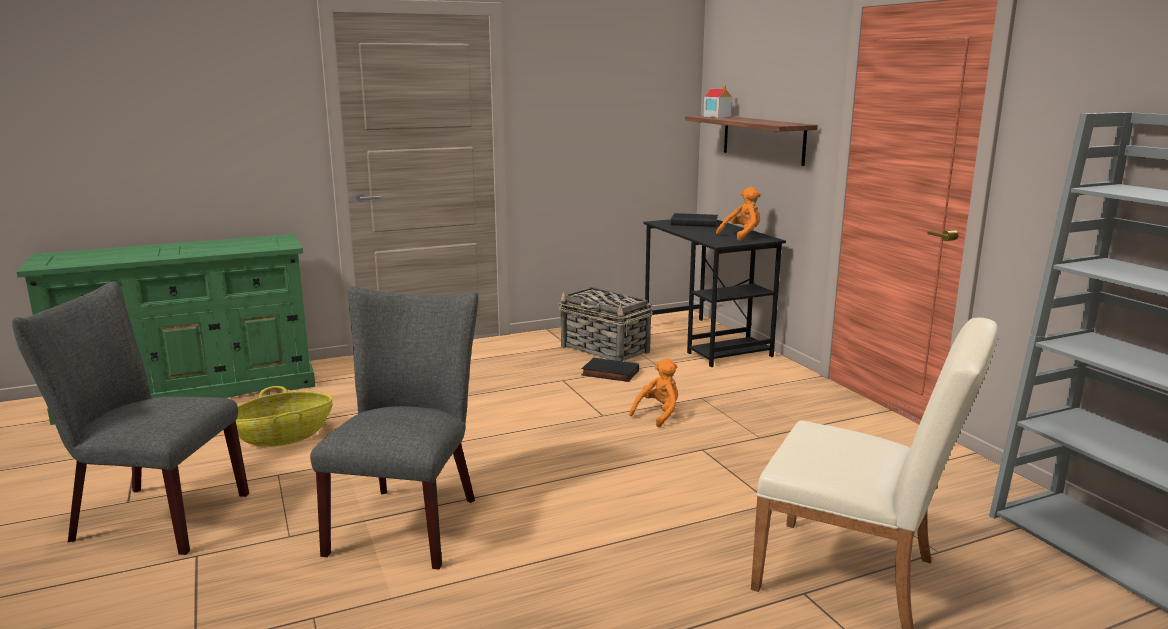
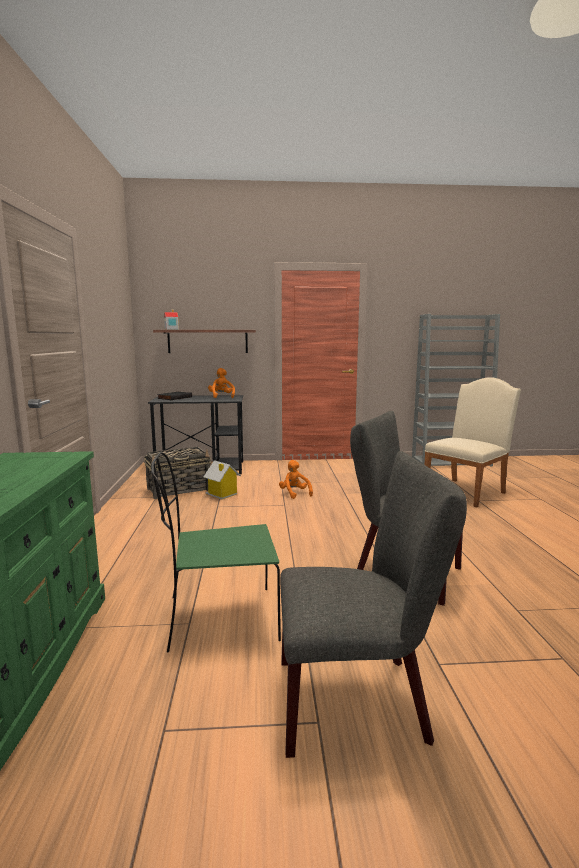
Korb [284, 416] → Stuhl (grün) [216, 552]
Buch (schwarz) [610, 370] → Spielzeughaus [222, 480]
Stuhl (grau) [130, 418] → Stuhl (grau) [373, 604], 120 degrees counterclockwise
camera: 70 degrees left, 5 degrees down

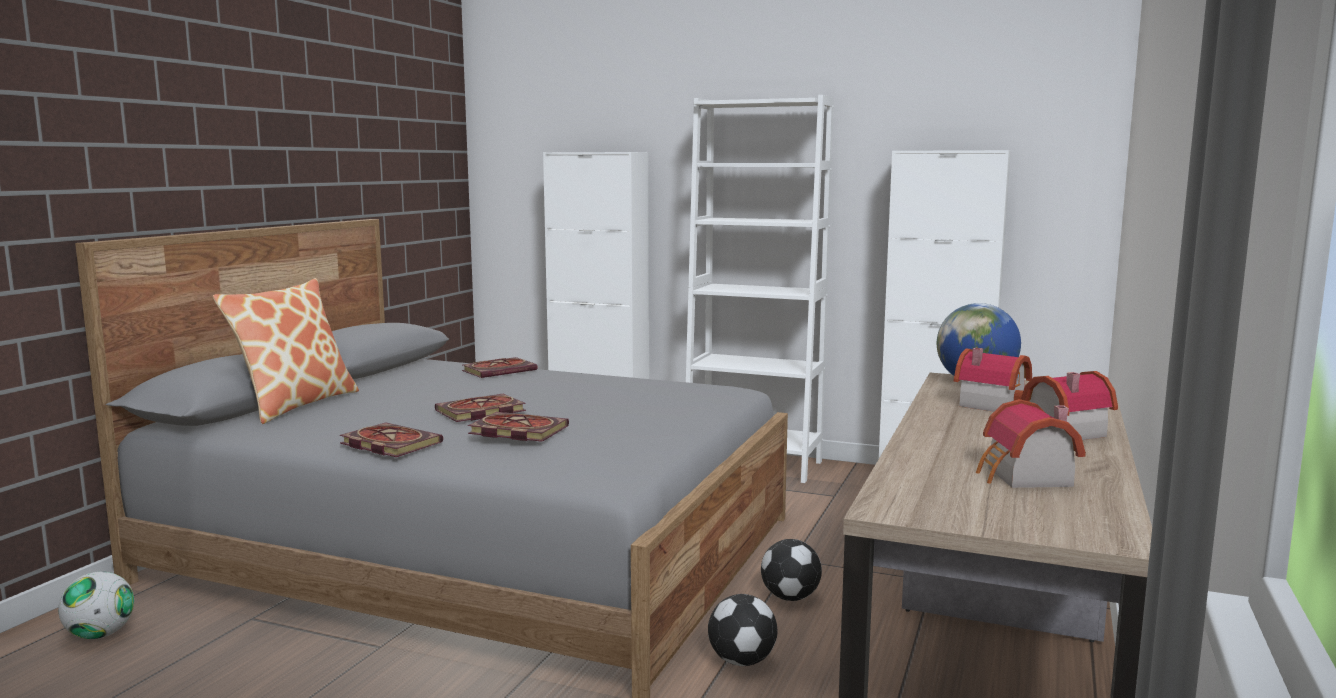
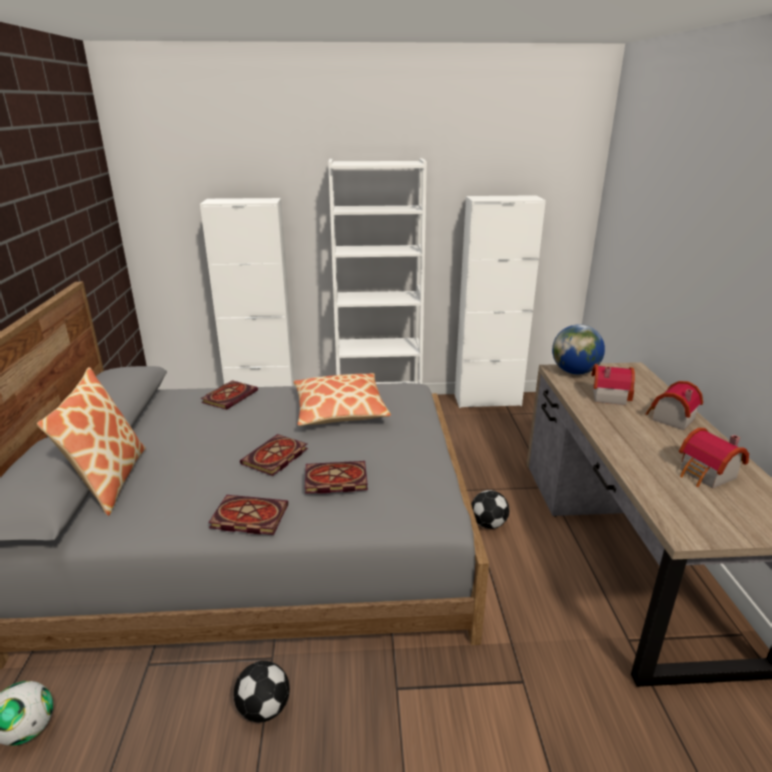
Fußball [742, 630] → Fußball [262, 692], shifted
- → Kissen [342, 399]
camera: 25 degrees left, 15 degrees up

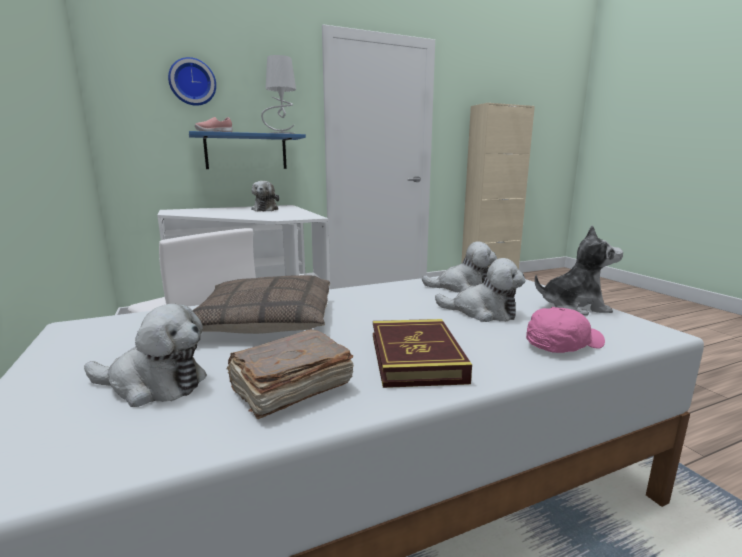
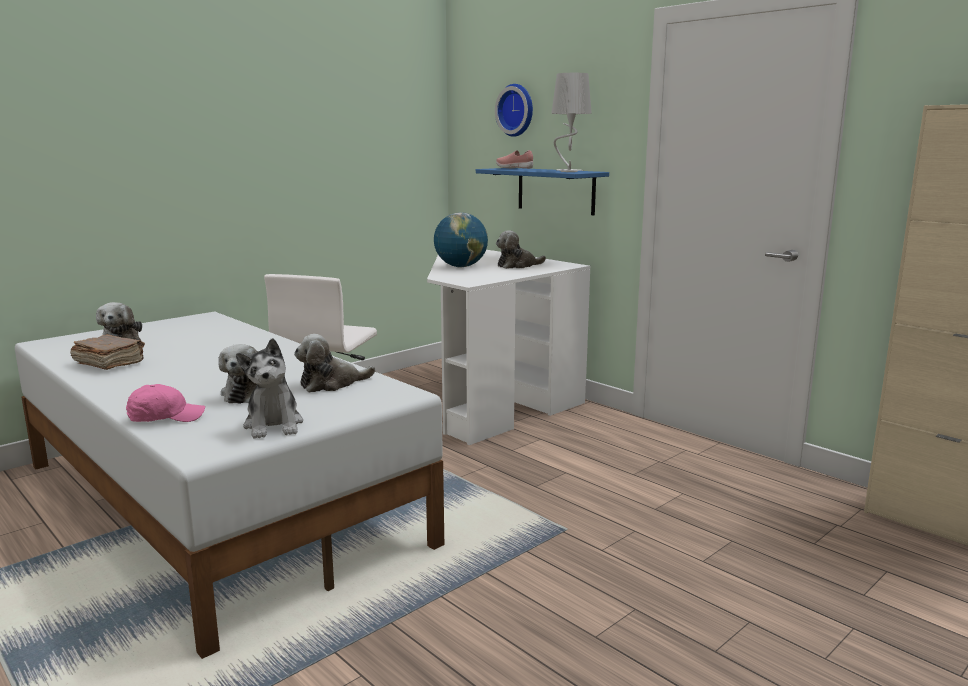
Kappe (rosa) [565, 330] → Kappe (rosa) [165, 403], 60 degrees counterclockwise
Plüschtier [459, 267] → Plüschtier [334, 363], 75 degrees clockwise
- → Globus [461, 240]
Kissen [261, 304] → -
Buch [422, 353] → -
camera: 70 degrees right, 0 degrees up

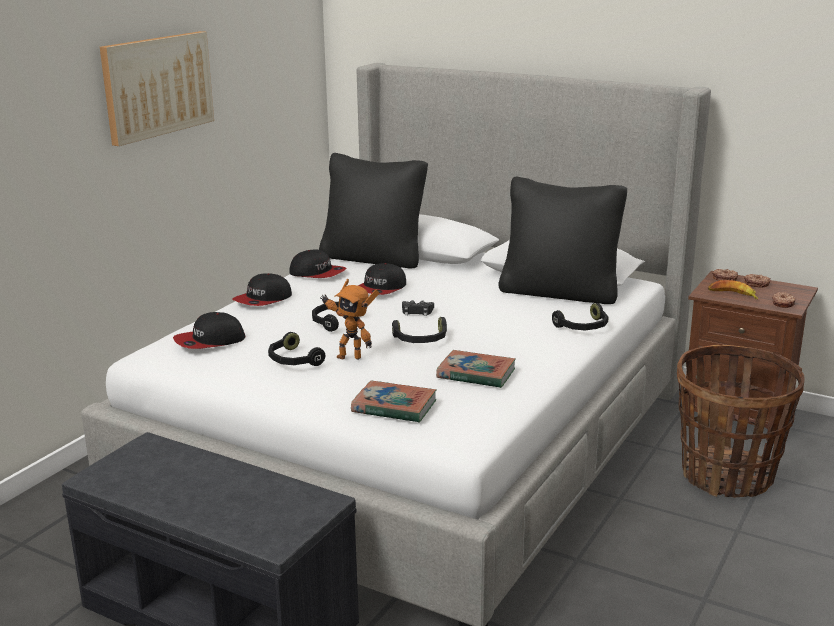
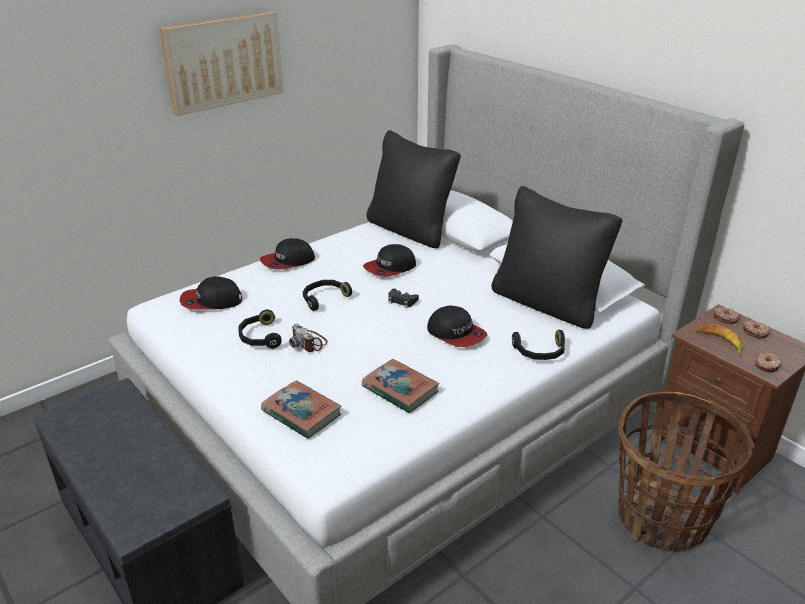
Spielzeugroboter [350, 319] → Kamera [308, 337]
Kappe [318, 263] → Kappe [457, 326], shifted
Kopfhörer (schwarz) [419, 330] → -
camera: 20 degrees right, 10 degrees up

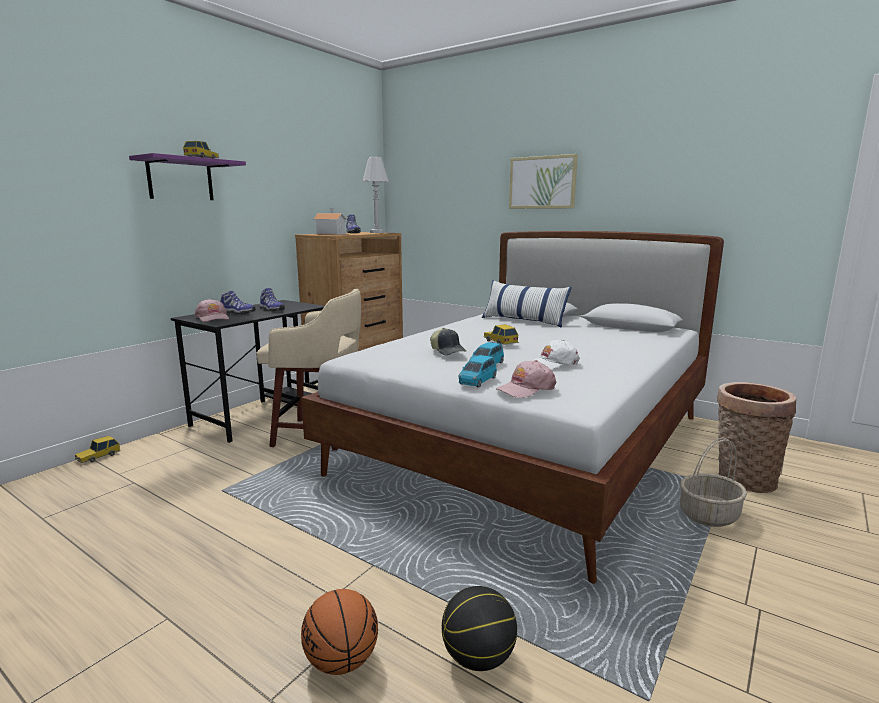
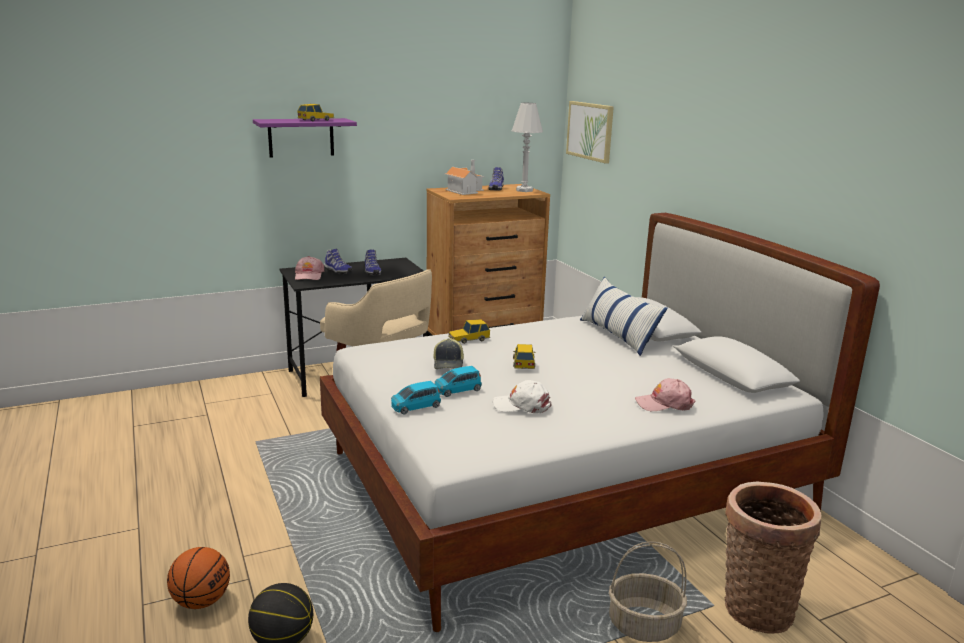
Spielzeugauto [98, 449] → Spielzeugauto [469, 331], shifted
Bild [543, 181] → Bild [590, 132], shifted
Kappe (rosa) [526, 379] → Kappe (rosa) [665, 394], shifted
camera: 30 degrees right, 5 degrees up

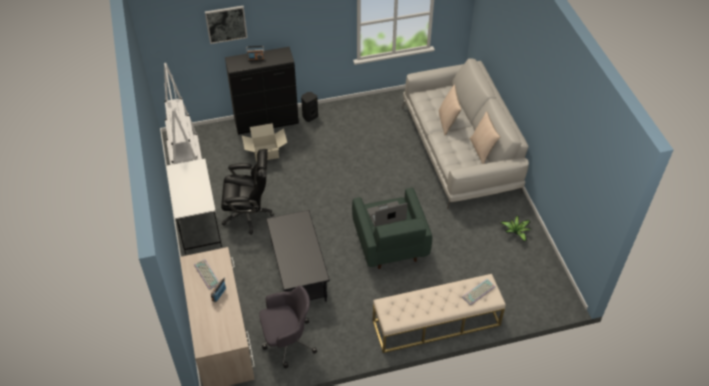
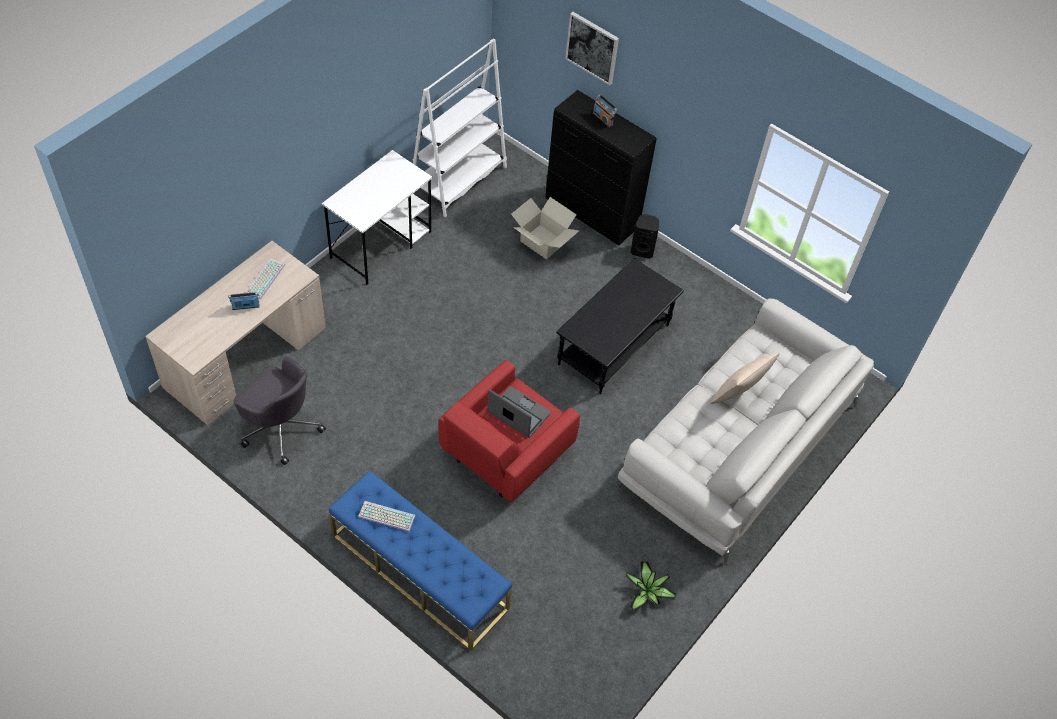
Bank (beige) [439, 313] → Bank (blau) [420, 561]
Tastatur [478, 292] → Tastatur [386, 516], shifted
Sessel (grün) [392, 228] → Sessel (rot) [509, 430]
Couchtisch (schwarz) [298, 256] → Couchtisch (schwarz) [620, 326], shifted
Bürostuhl (schwarz) [247, 192] → -
Kissen (beige) [485, 137] → -
camera: 50 degrees right, 5 degrees up

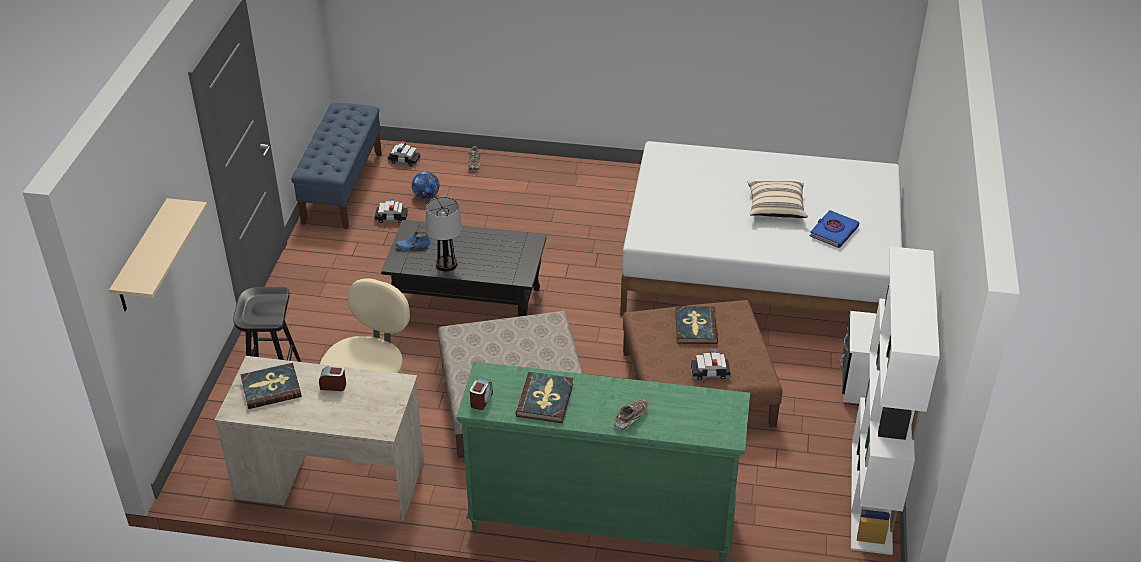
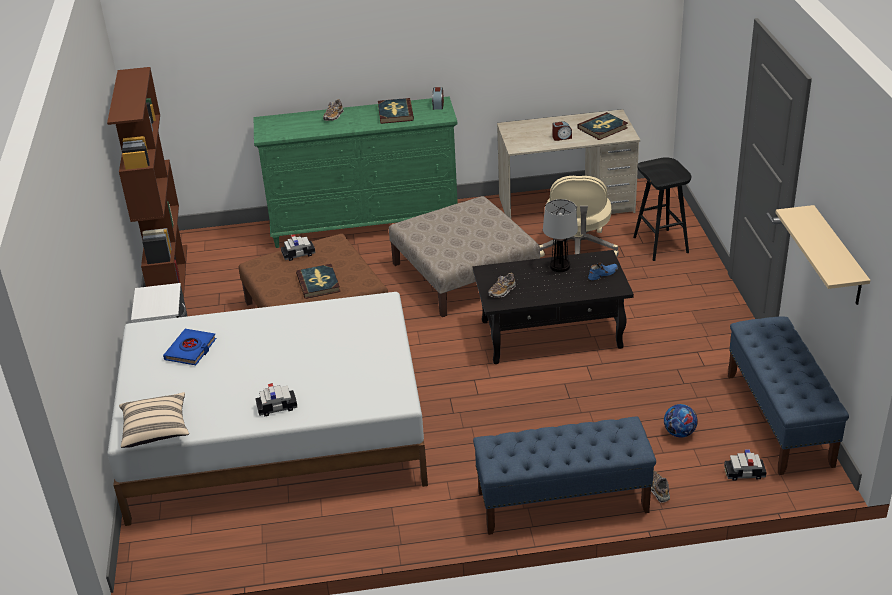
Bücherregal (weiß) [895, 400] → Bücherregal (braun) [147, 182]
Kissen (beige) [778, 199] → Kissen (beige) [154, 420], shifted
Spielzeugauto [391, 210] → Spielzeugauto [276, 400], shifted
- → Bank (blau) [564, 476]
- → Schuh [502, 285]
Wandregal (beige) [158, 254] → Wandregal (beige) [822, 255], shifted
camera: 165 degrees right, 5 degrees down

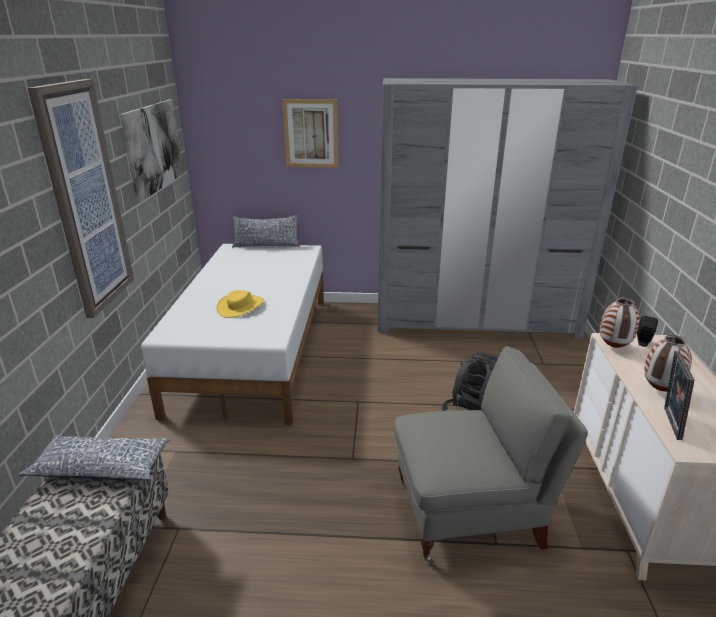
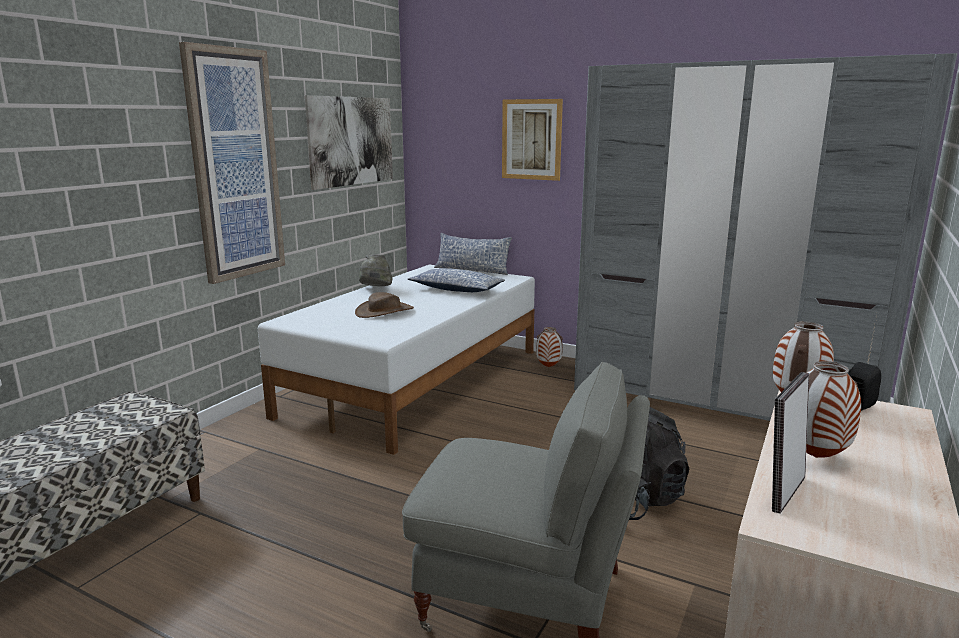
Hut (gelb) [240, 304] → Hut (braun) [384, 305]
- → Hut (grau) [375, 270]
Kissen [95, 457] → Kissen [456, 280], shifted
- → Vase [549, 347]
camera: 25 degrees right, 10 degrees down

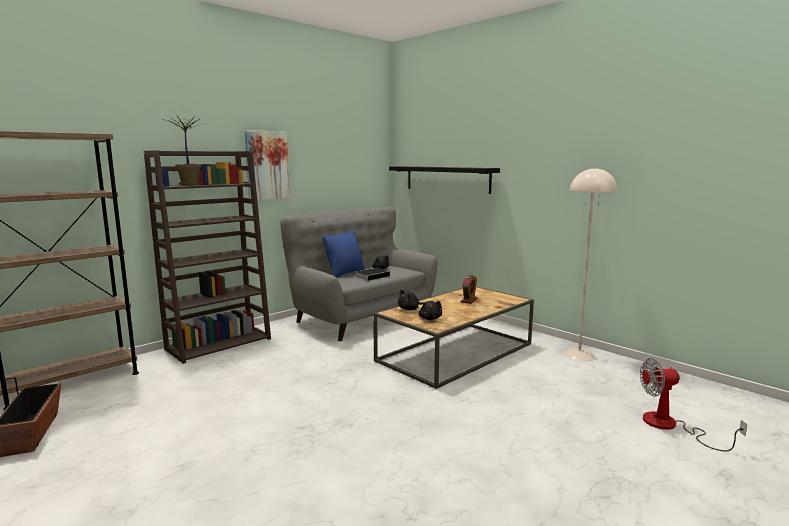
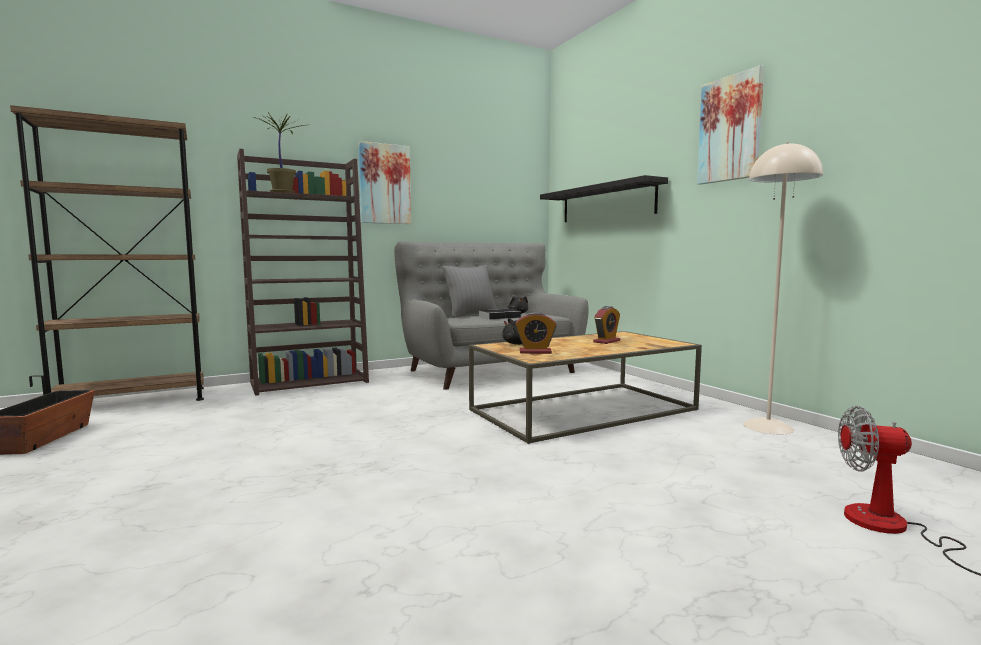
Kissen (blau) [343, 254] → Kissen (grau) [470, 291]
Plüschtier (schwarz) [430, 310] → Wecker [536, 333]
- → Bild [730, 125]
camera: 15 degrees right, 5 degrees down

